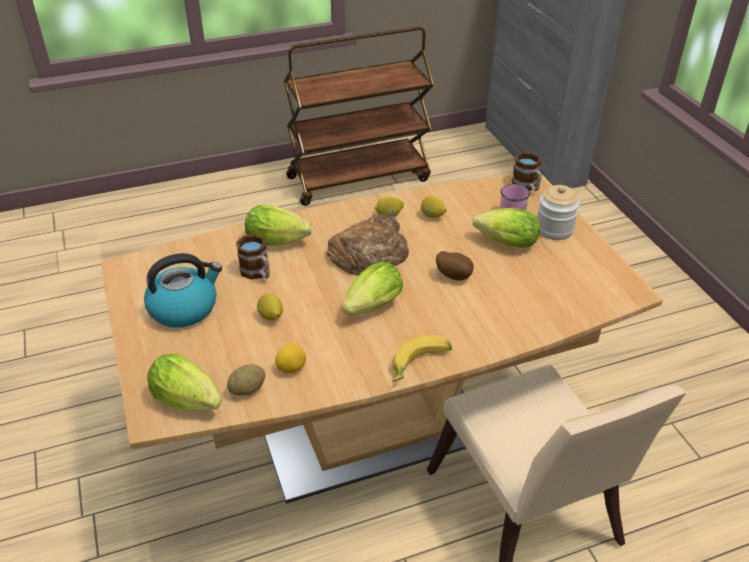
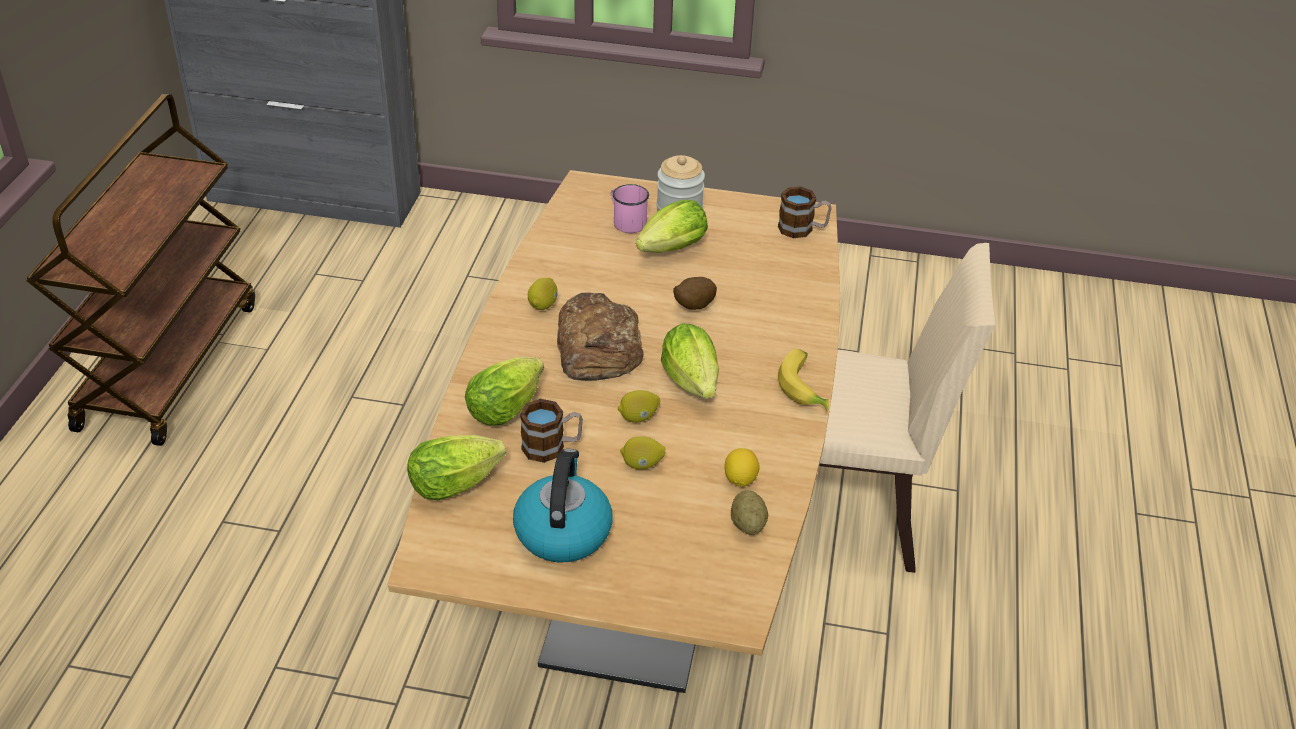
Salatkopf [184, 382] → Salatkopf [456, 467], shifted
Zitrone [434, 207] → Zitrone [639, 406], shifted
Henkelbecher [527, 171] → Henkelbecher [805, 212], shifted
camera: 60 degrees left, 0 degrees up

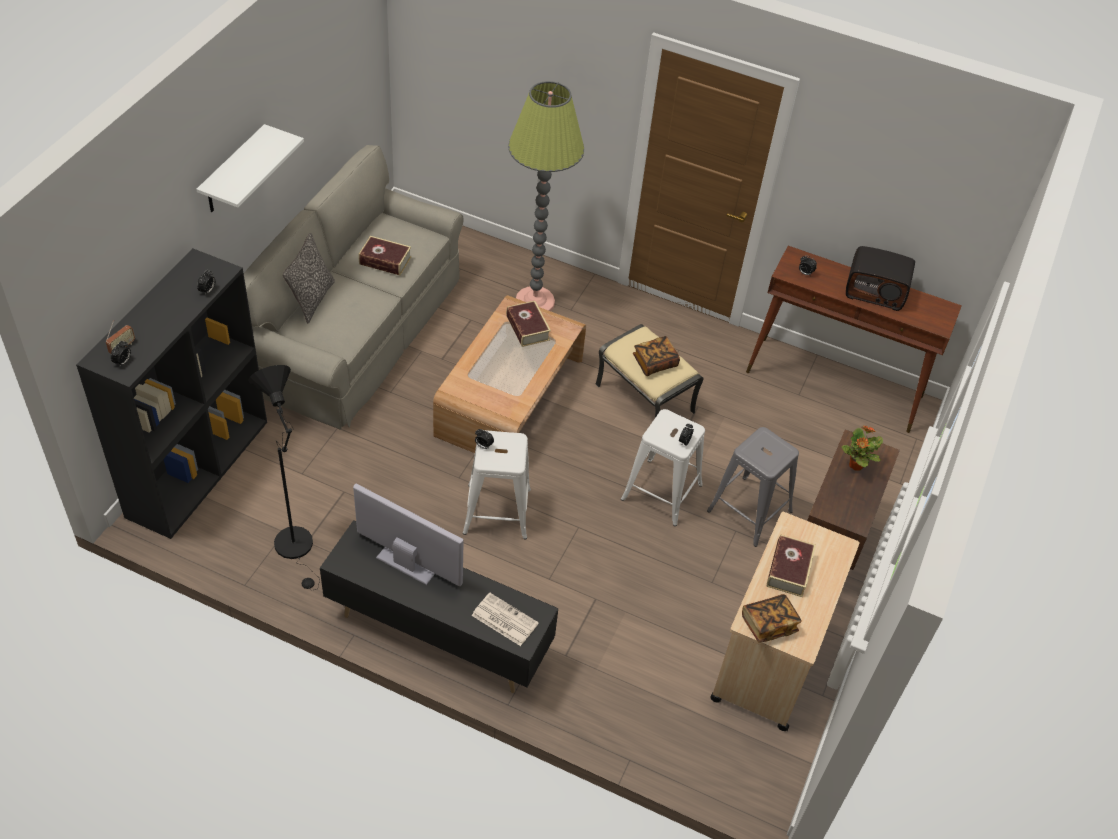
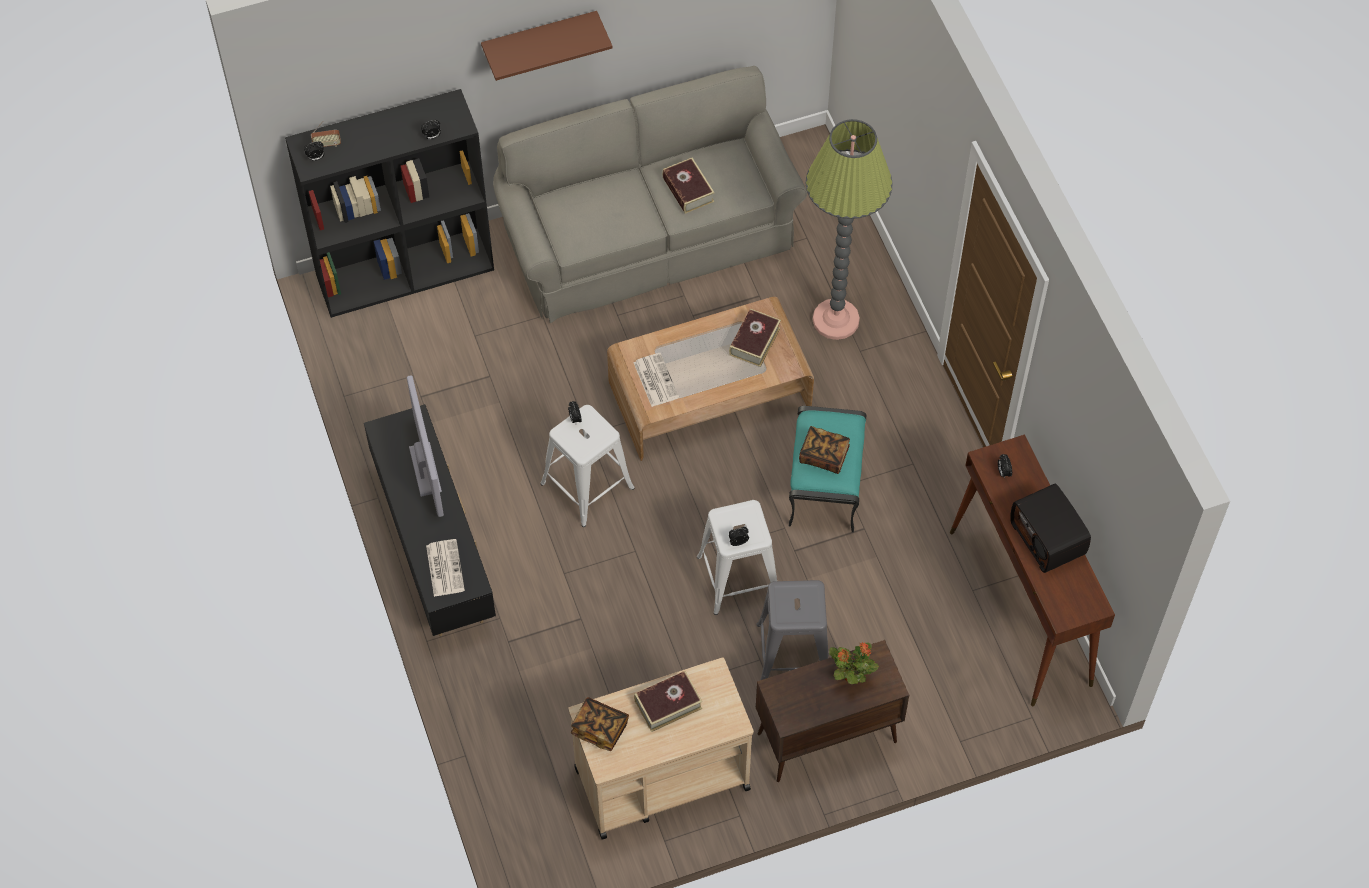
Wandregal (weiß) [250, 168] → Wandregal (braun) [546, 46]
- → Zeitung [656, 380]
Polsterhocker (beige) [649, 371] → Polsterhocker (türkis) [827, 469]
Stehlampe (schwarz) [284, 478] → -
Kissen [309, 278] → -
camera: 50 degrees right, 10 degrees up

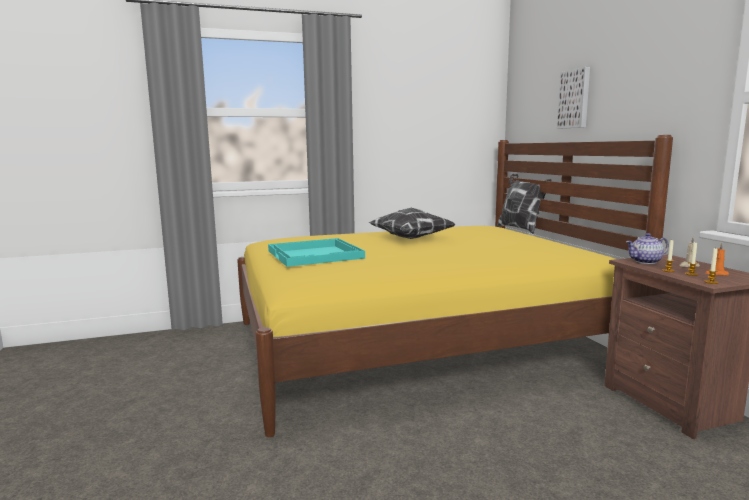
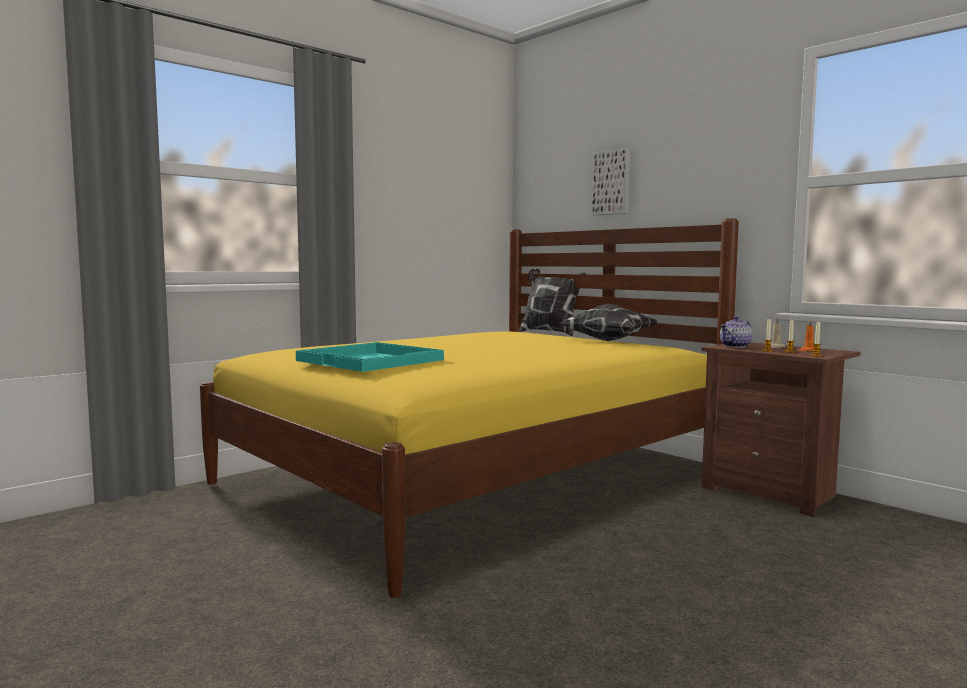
Kissen [412, 223] → Kissen [608, 322], shifted
camera: 25 degrees left, 5 degrees down

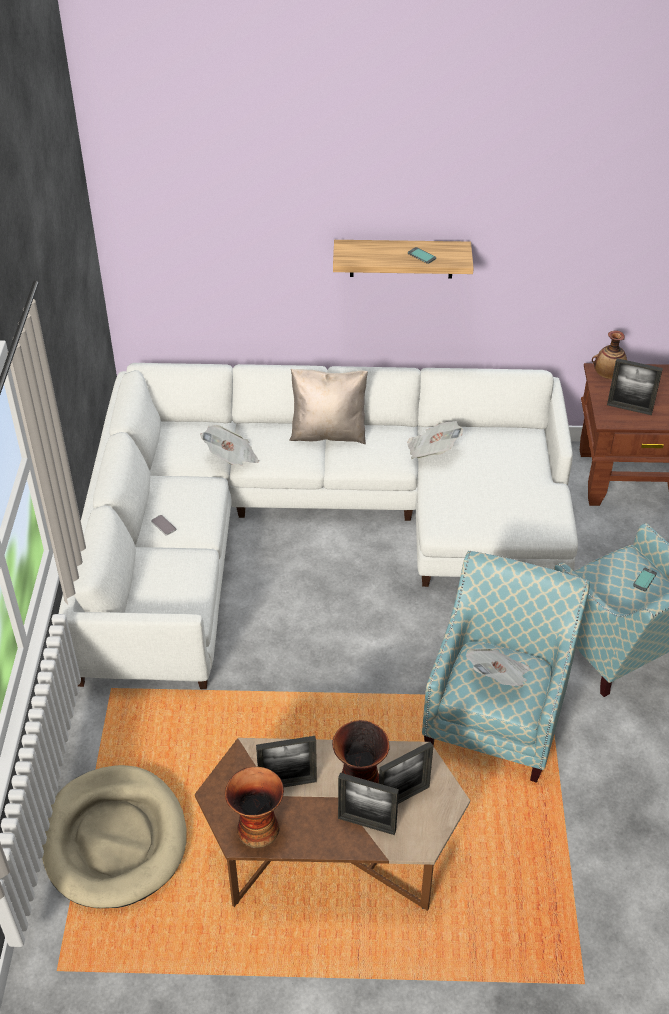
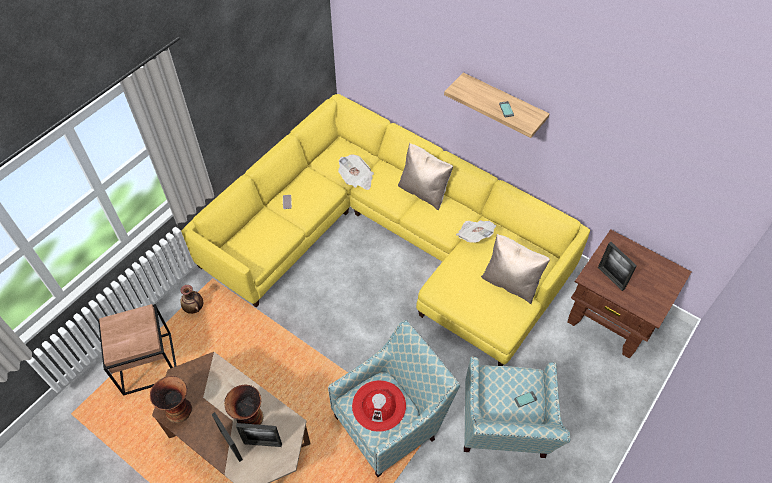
Hundebett (beige) [114, 836] → Beistelltisch (braun) [137, 350]
Vase [610, 355] → Vase [191, 299], shifted
Sofa (weiß) [318, 526] → Sofa (gelb) [385, 230]
Zeitung [498, 667] → Hut (rot) [379, 406]
- → Kissen (beige) [515, 269]
Bilderrahmen [286, 761] → -
camera: 35 degrees right, 10 degrees up

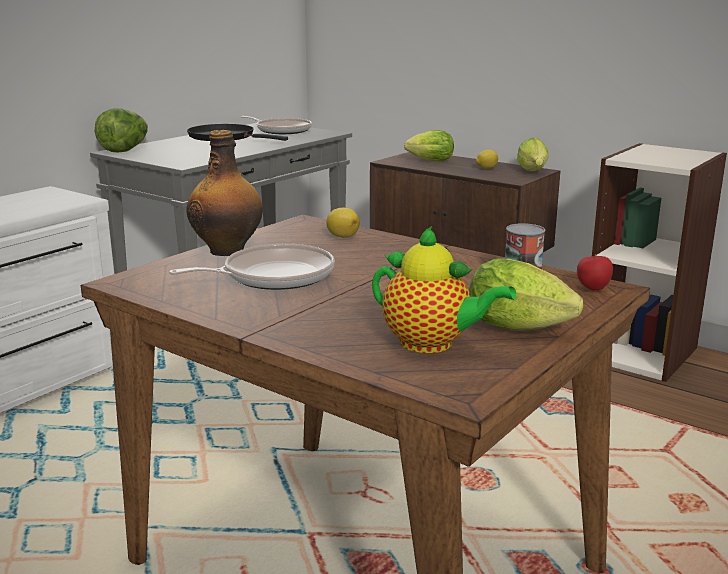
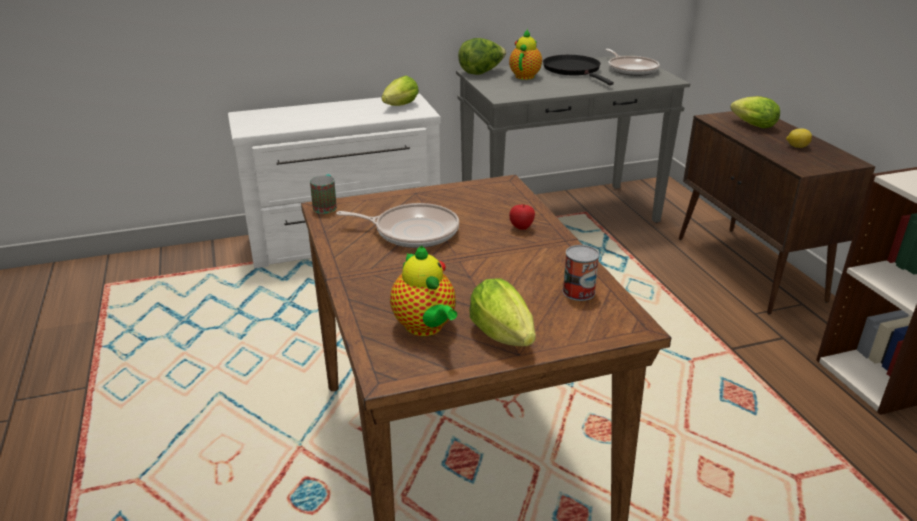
- → Henkelbecher [323, 194]
Salatkopf [533, 154] → Salatkopf [400, 91], shifted
- → Teekanne [525, 54]
Apfel [595, 272] → Apfel [522, 217], shifted
Flasche [224, 193] → -
Zitrone [343, 223] → -
camera: 35 degrees right, 10 degrees up

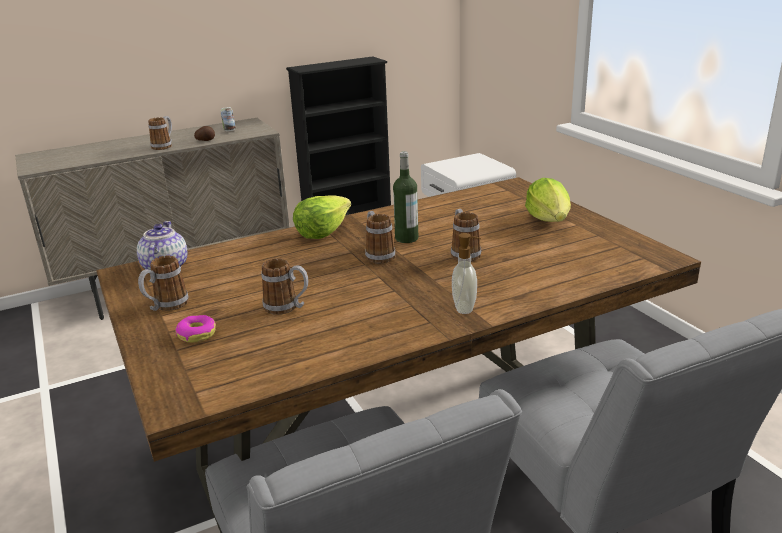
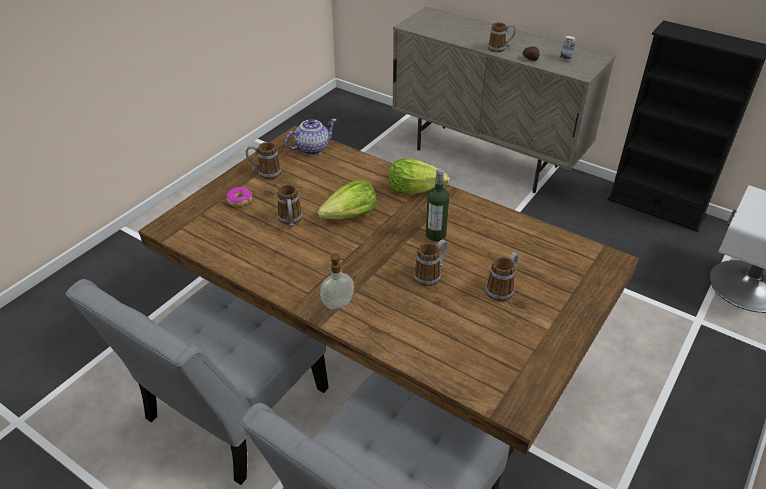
Salatkopf [548, 200] → Salatkopf [347, 200], shifted
Henkelbecher [380, 237] → Henkelbecher [502, 276], shifted
camera: 60 degrees right, 15 degrees up

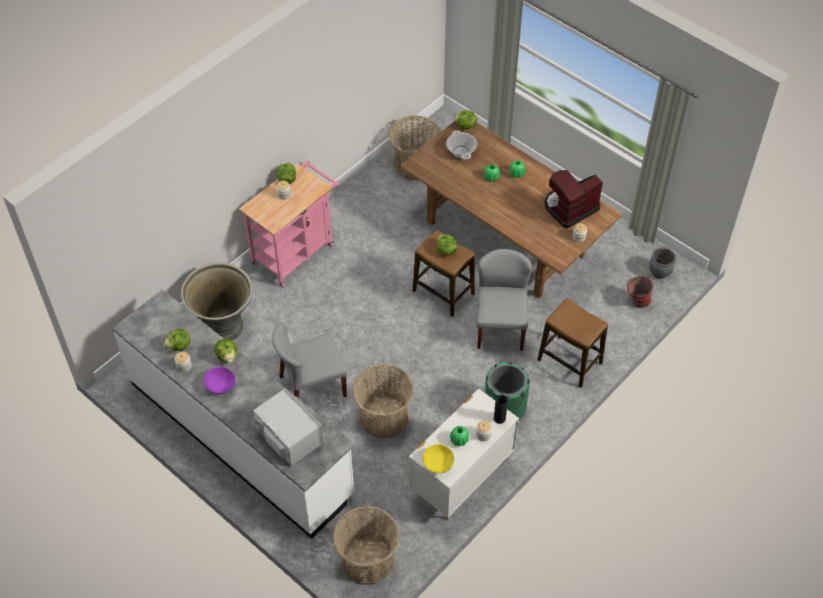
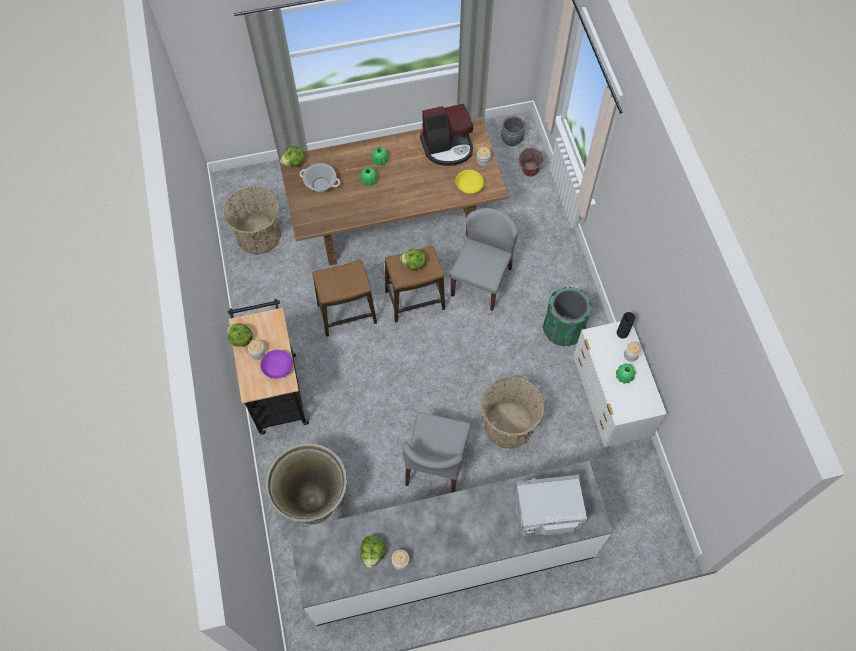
Rollwagen (rosa) [289, 224] → Rollwagen (schwarz) [268, 367]
Schüssel (lila) [219, 380] → Schüssel (lila) [276, 364], shifted
Hocker [573, 343] → Hocker [344, 298], shifted
Kaffeemaschine [573, 199] → Kaffeemaschine [446, 135], 105 degrees counterclockwise
Stuhl (grau) [504, 299] → Stuhl (grau) [483, 259], 75 degrees clockwise
Schüssel (gelb) [438, 458] → Schüssel (gelb) [470, 182], shifted
Salatkopf [225, 350] → -
Korb [366, 545] → -
camera: 55 degrees left, 10 degrees up

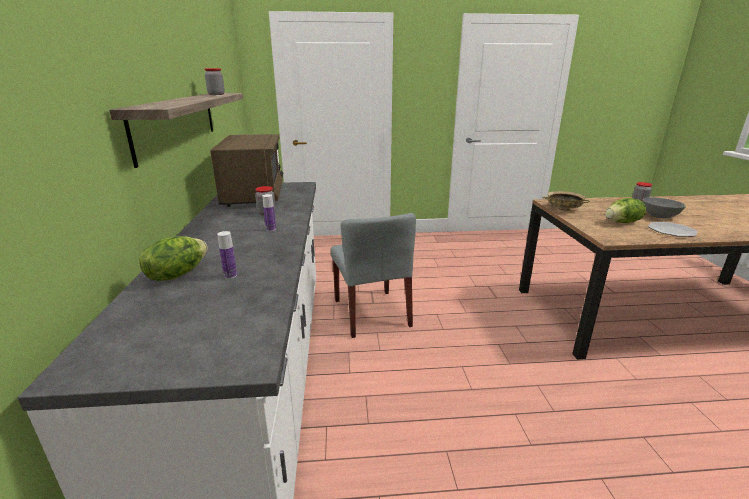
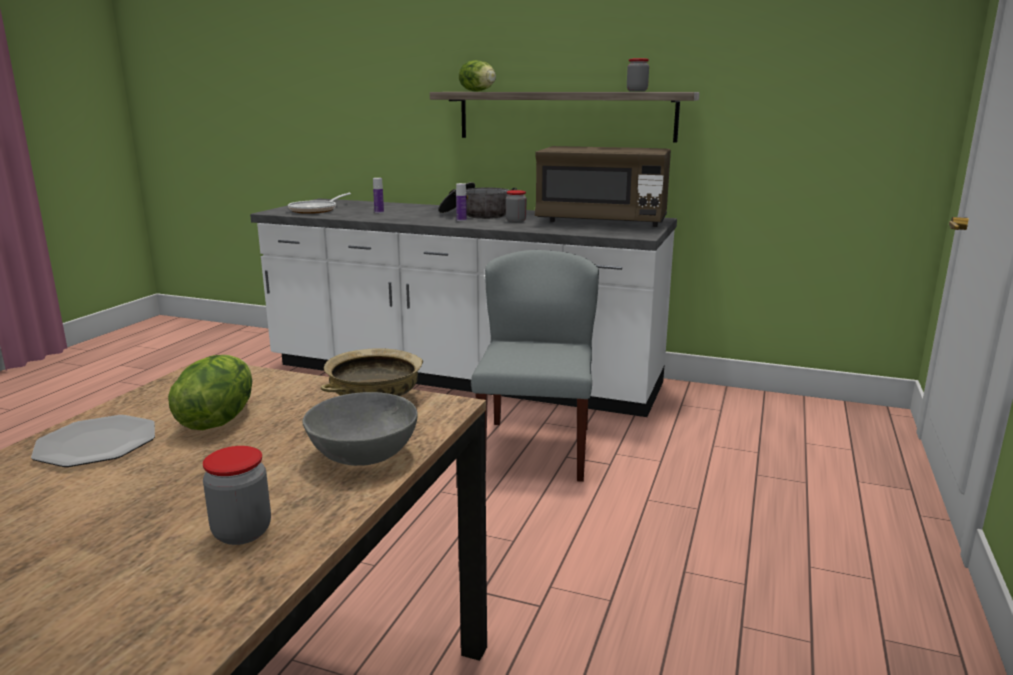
- → Pfanne [319, 203]
Schüssel (grau) [664, 207] → Schüssel (grau) [360, 429], shifted
- → Kochtopf [477, 200]
Salatkopf [173, 258] → Salatkopf [477, 75], shifted
Stuhl (grau) [373, 275] → Stuhl (grau) [535, 366], 90 degrees clockwise
camera: 115 degrees right, 5 degrees down

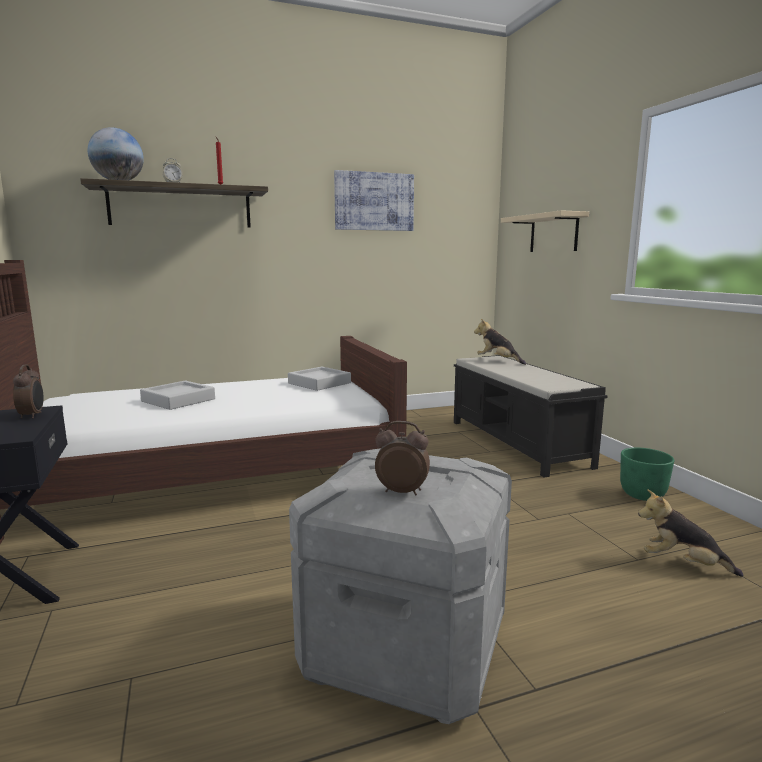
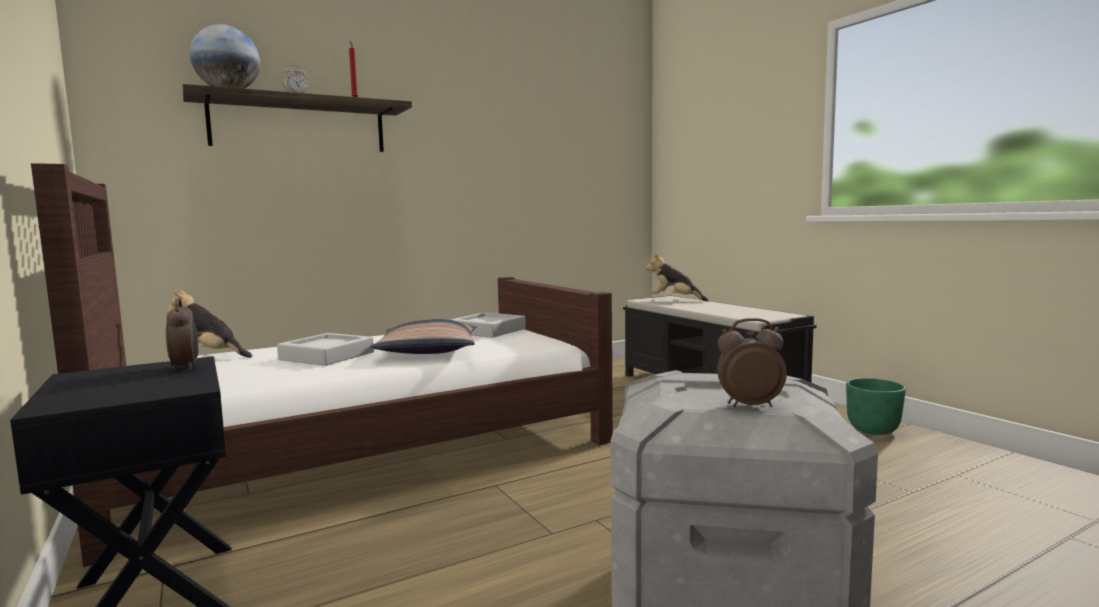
Plüschtier [691, 533] → Plüschtier [209, 324], shifted
- → Kissen [423, 336]
Bild [374, 200] → -
Wandregal (beige) [545, 231] → -
camera: 10 degrees left, 5 degrees down

